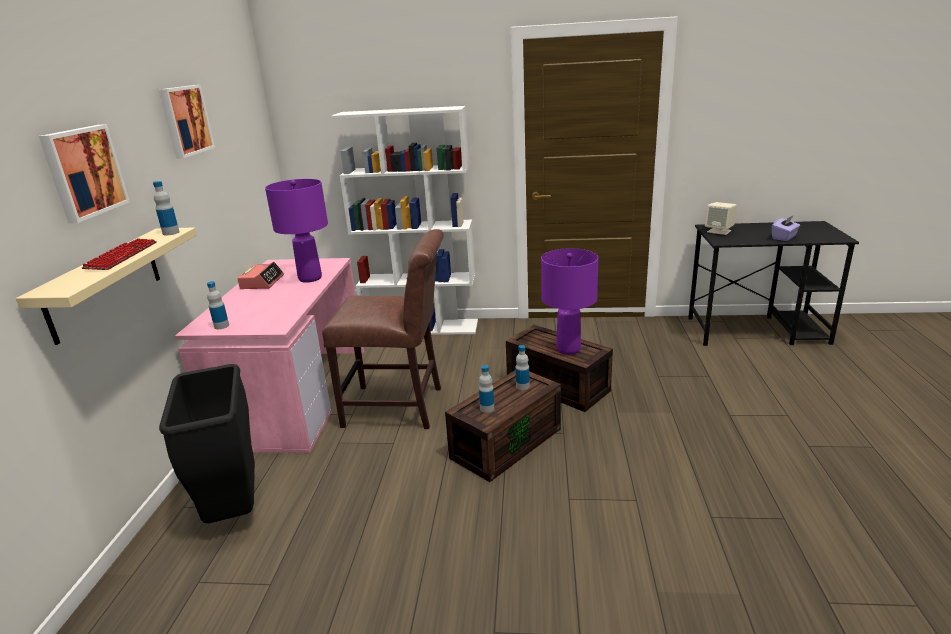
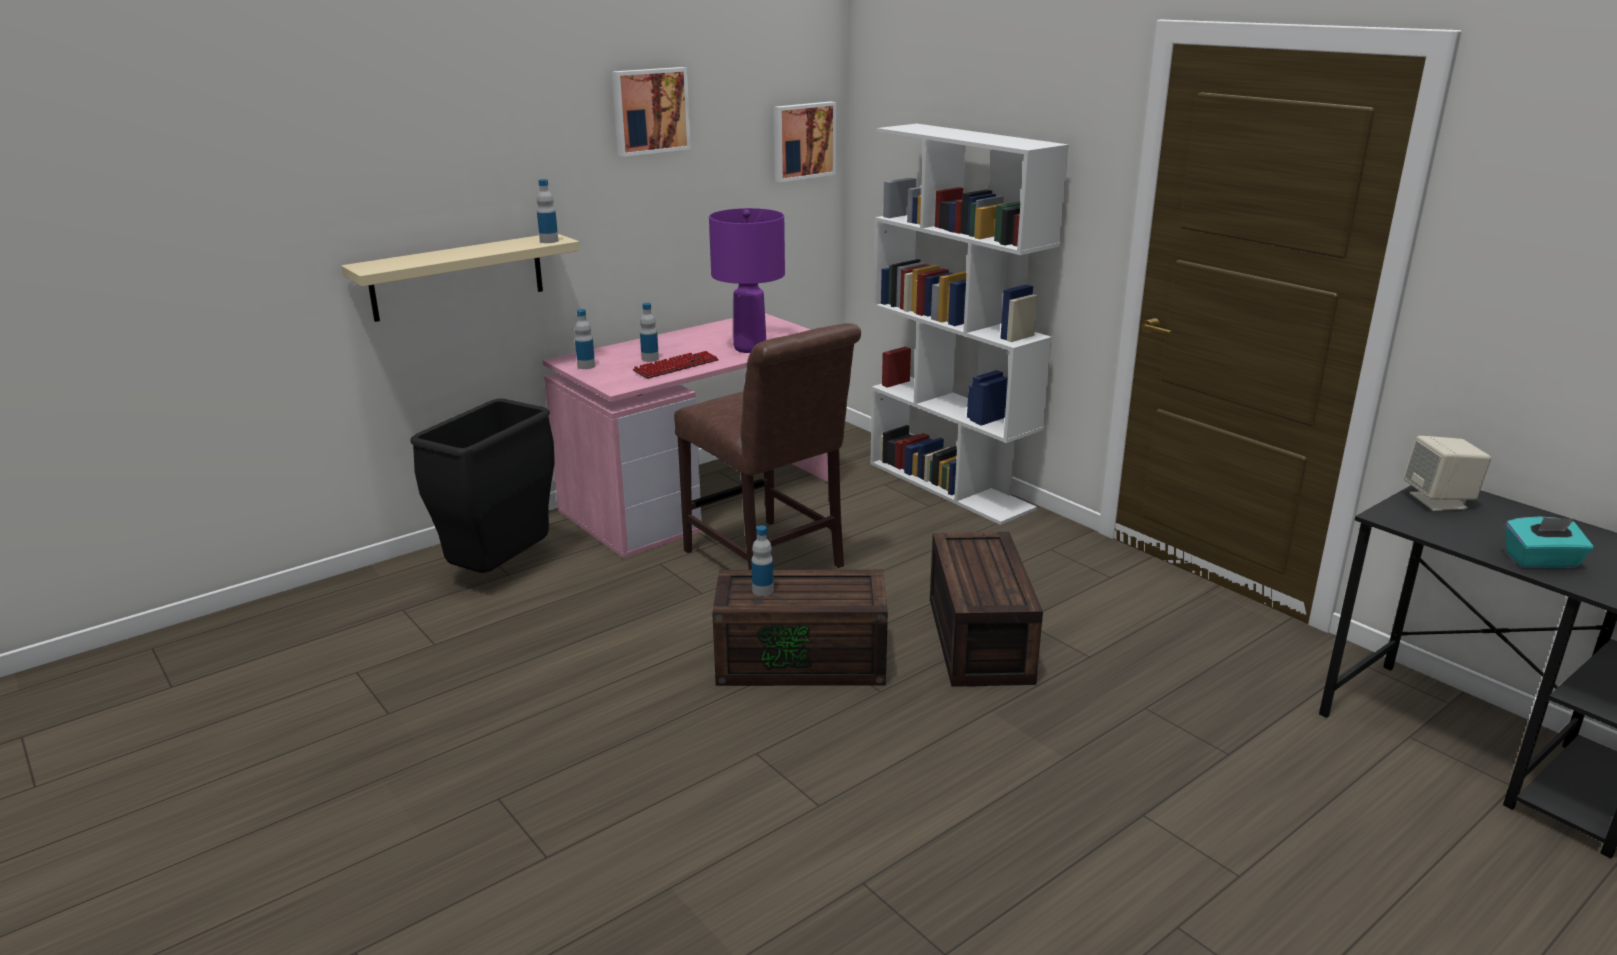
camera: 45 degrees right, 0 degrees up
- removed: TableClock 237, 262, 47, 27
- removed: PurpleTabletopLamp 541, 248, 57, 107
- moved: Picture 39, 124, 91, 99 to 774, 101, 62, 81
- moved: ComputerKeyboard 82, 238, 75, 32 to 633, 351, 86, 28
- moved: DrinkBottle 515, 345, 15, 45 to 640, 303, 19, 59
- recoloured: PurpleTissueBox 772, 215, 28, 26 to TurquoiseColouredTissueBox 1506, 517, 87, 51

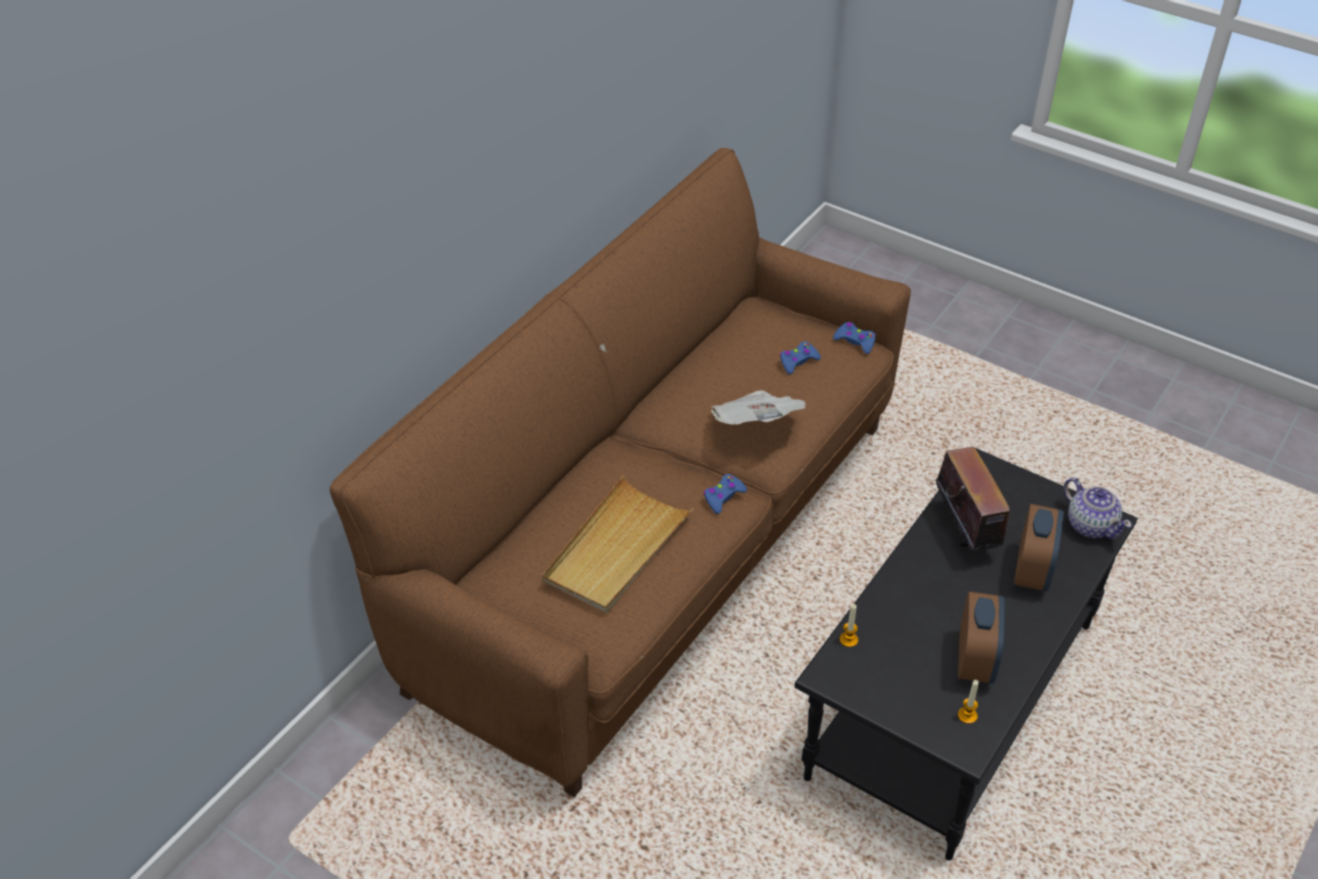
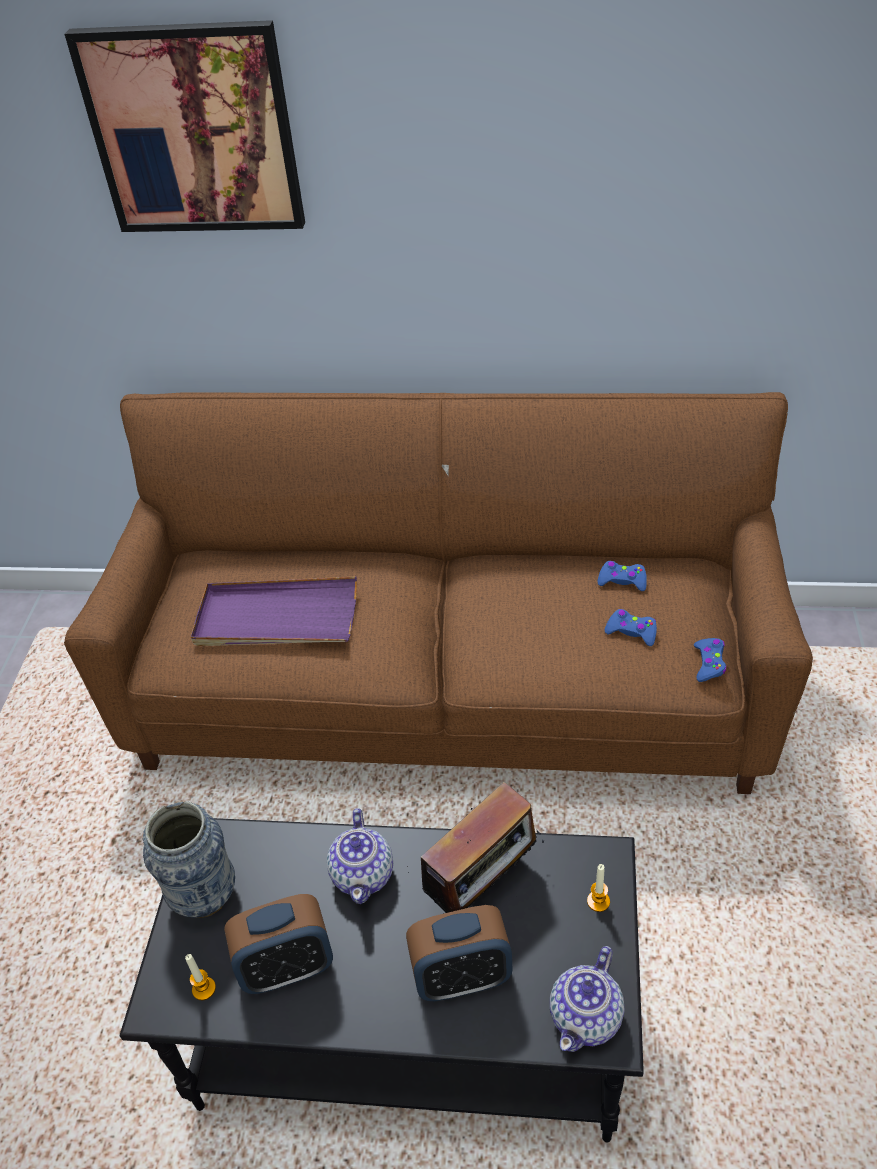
camera: 65 degrees right, 0 degrees up
- removed: DailyPaper 711, 390, 95, 35
- added: Picture 65, 20, 240, 212
- added: FlowerVase 143, 801, 92, 117
- added: PotForTea 327, 808, 66, 96
- moved: BlueColouredJoypad 704, 474, 43, 40 to 598, 561, 49, 30
- moved: WaxLight 840, 604, 18, 43 to 587, 864, 23, 48
- recoloured: BeigeColouredServingTray 542, 476, 152, 137 to PurpleServingTray 191, 576, 166, 70

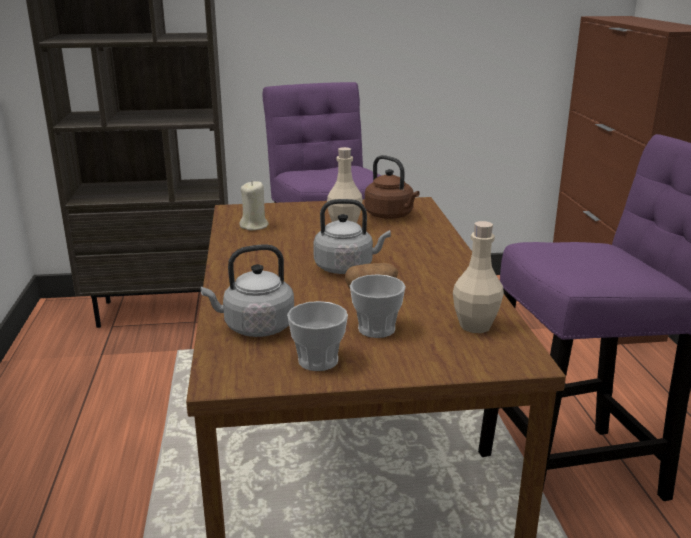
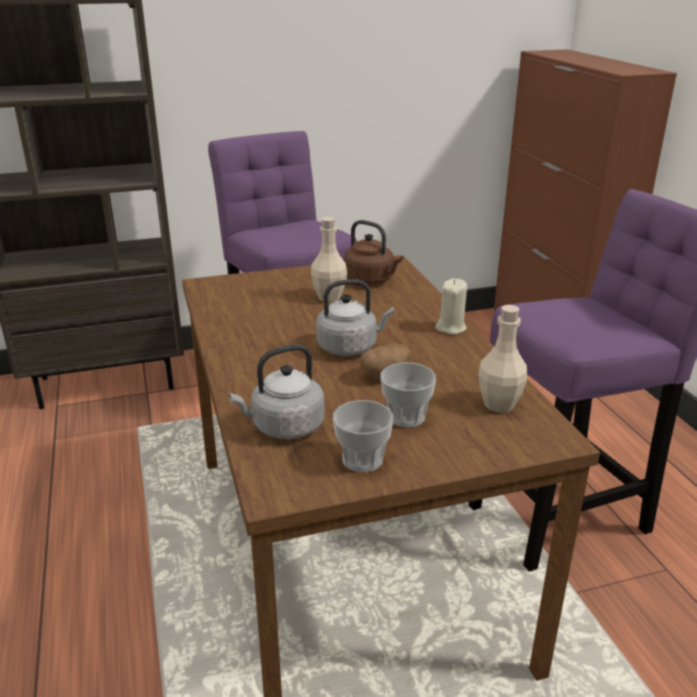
camera: 10 degrees left, 5 degrees up
- moved: BeigeColouredWaxLight 239, 181, 29, 49 to 435, 279, 32, 56

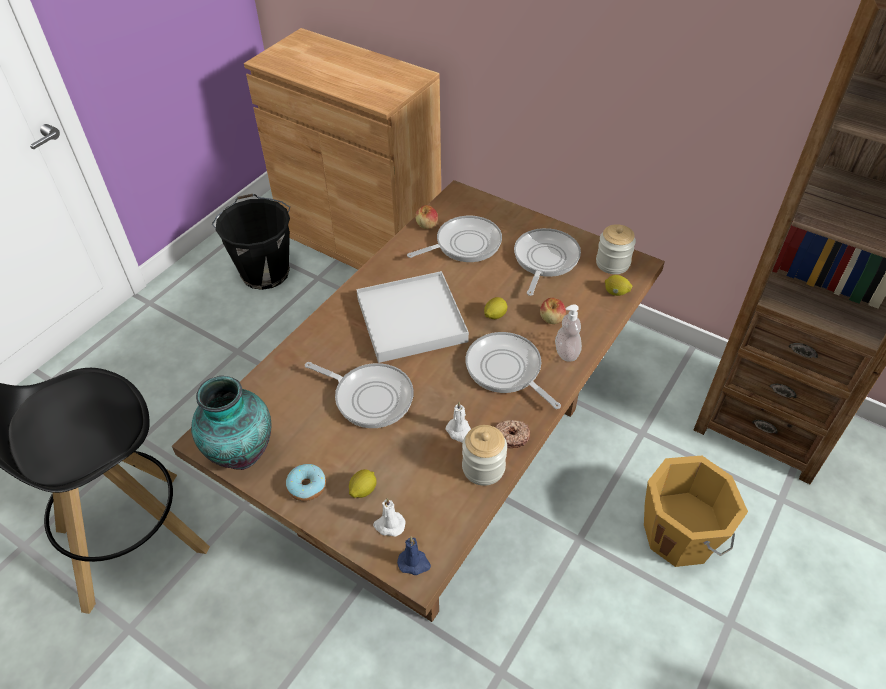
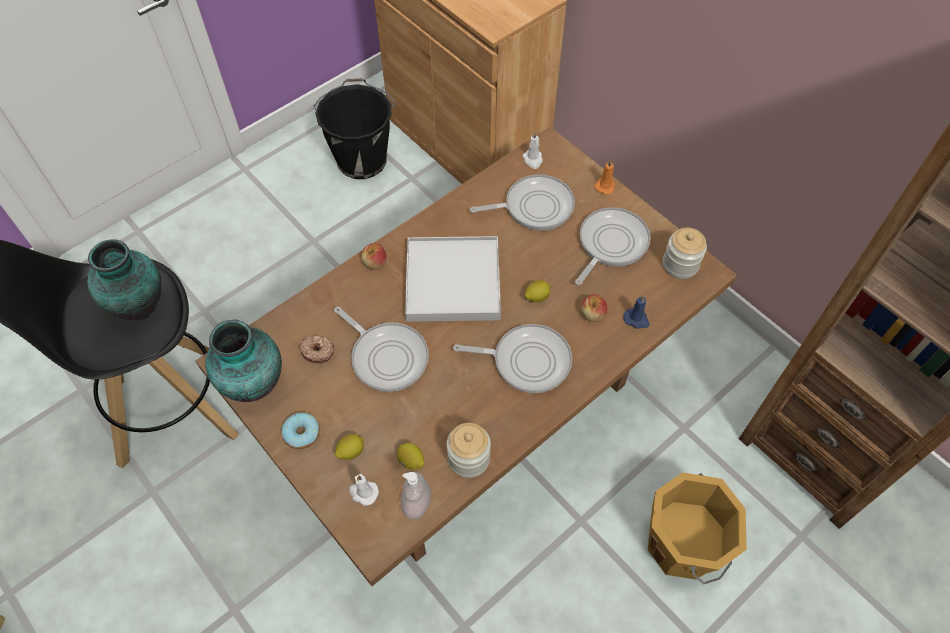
camera: 15 degrees right, 10 degrees up
- added: FlowerVase 87, 240, 74, 81
- added: OrangeyWaxLight 594, 159, 22, 36
- moved: BlueColouredWaxLight 397, 537, 34, 38 to 623, 295, 26, 34
- moved: WholeApple 415, 205, 23, 24 to 361, 243, 26, 27
- moved: WhiteColouredWaxLight 445, 402, 26, 41 to 522, 132, 21, 37
- moved: Doughnut 495, 420, 35, 28 to 299, 336, 35, 27
- moved: SoapBottle 555, 304, 27, 58 to 401, 472, 30, 48
- moved: WholeLemon 605, 275, 28, 21 to 397, 443, 28, 26
- turned: FryingPan 465, 332, 96, 77 = 453, 324, 119, 69 120 degrees clockwise

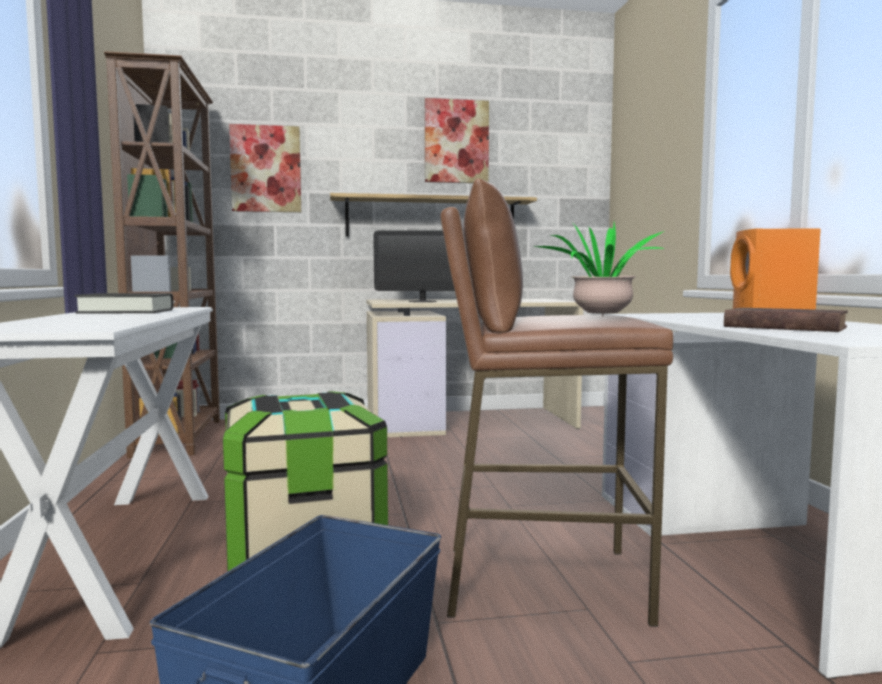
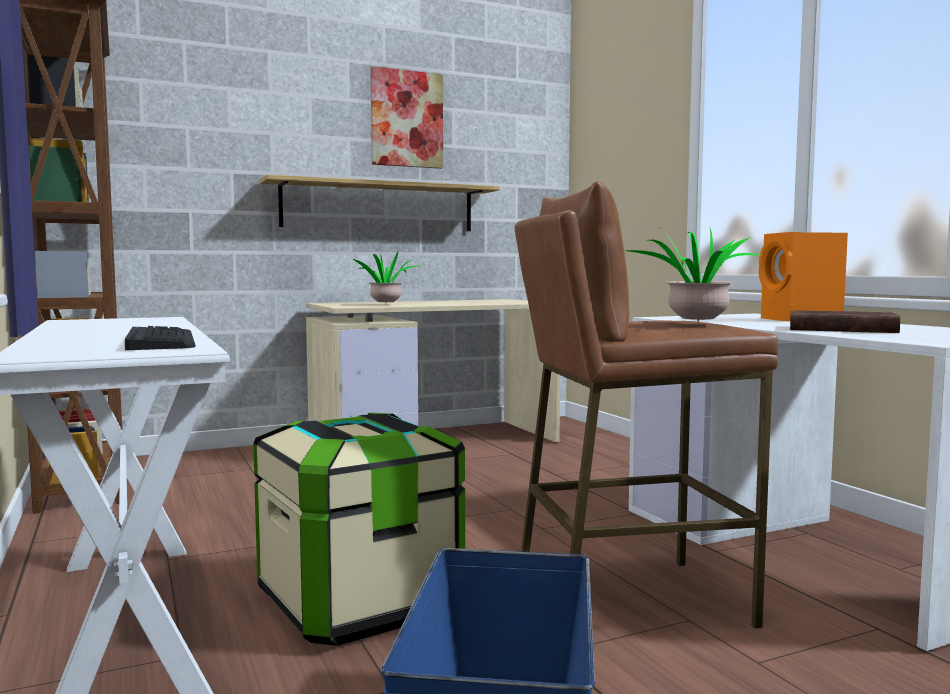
camera: 15 degrees left, 0 degrees up
- removed: BlackColouredBoundBook 74, 293, 99, 21
- removed: Picture 229, 124, 72, 88
- added: ComputerKeyboard 125, 326, 71, 24
- replaced: ComputerScreen 373, 230, 82, 72 to PottedPlant 354, 252, 64, 51

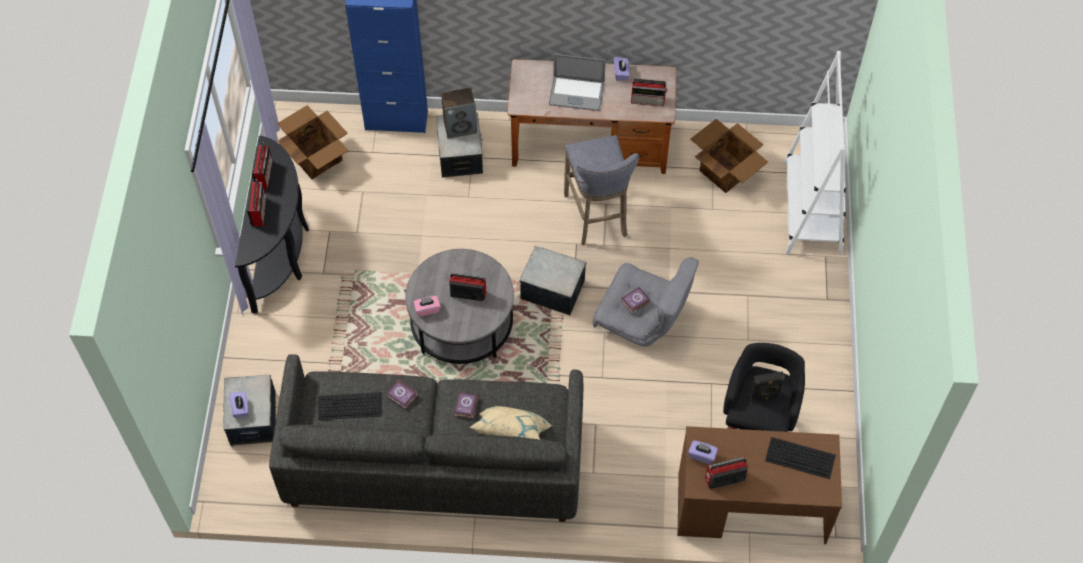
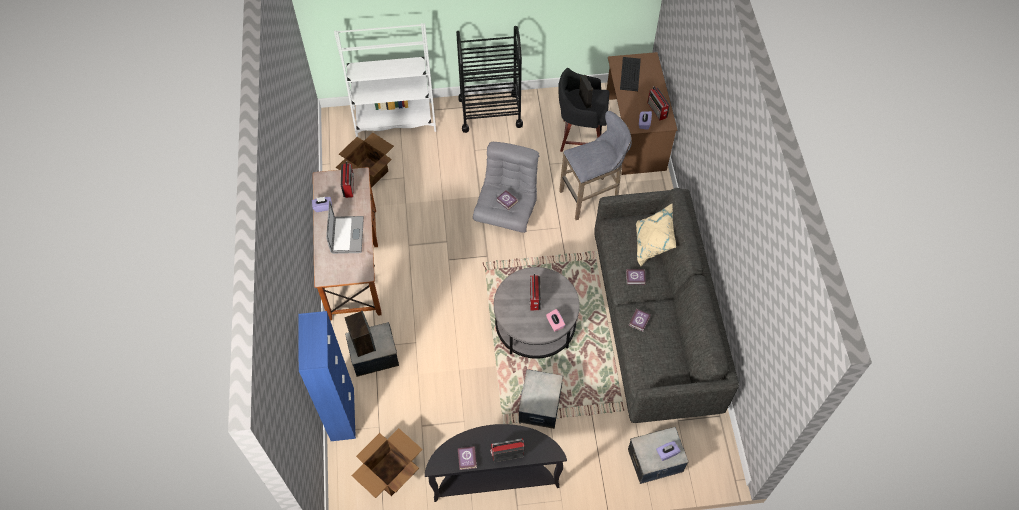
camera: 100 degrees left, 0 degrees up
- removed: ComputerKeyboard 318, 392, 64, 28
- added: BlackColouredCart 456, 26, 67, 107
- moved: StorageBox 520, 246, 66, 69 to 519, 369, 44, 60
- moved: GreyStoolSeat 564, 135, 75, 110 to 559, 111, 73, 109
- replaced: RadioSet 252, 142, 21, 47 to BoundBook 458, 446, 19, 24

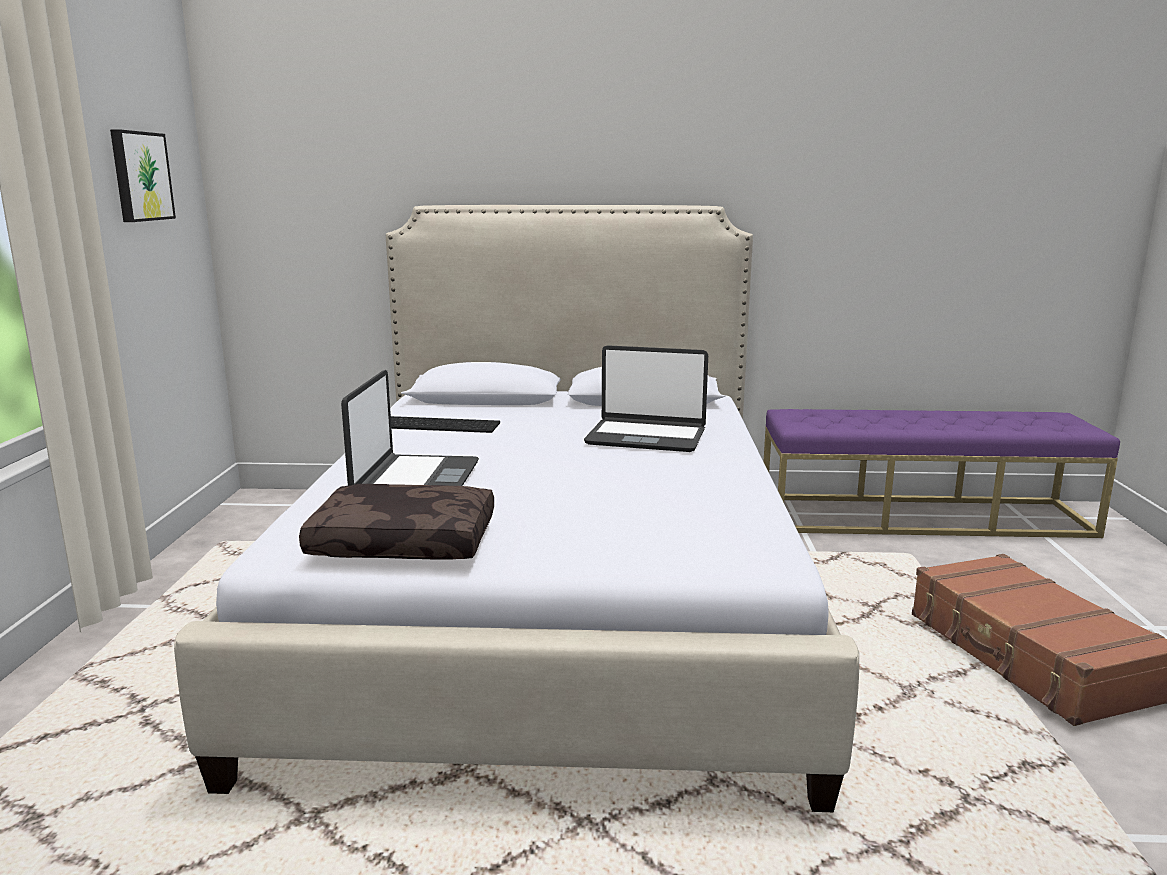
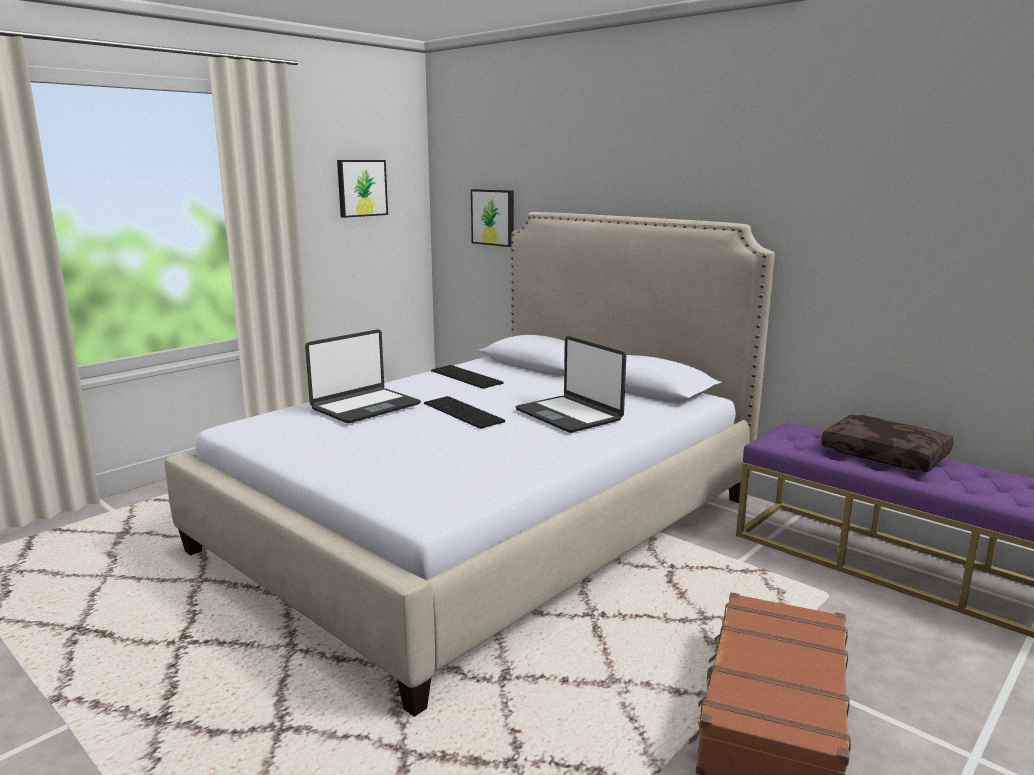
camera: 40 degrees right, 0 degrees up
- added: ComputerKeyboard 424, 396, 81, 33
- added: Picture 471, 189, 43, 58
- moved: BrownColouredPillow 299, 484, 195, 76 to 821, 415, 133, 57

